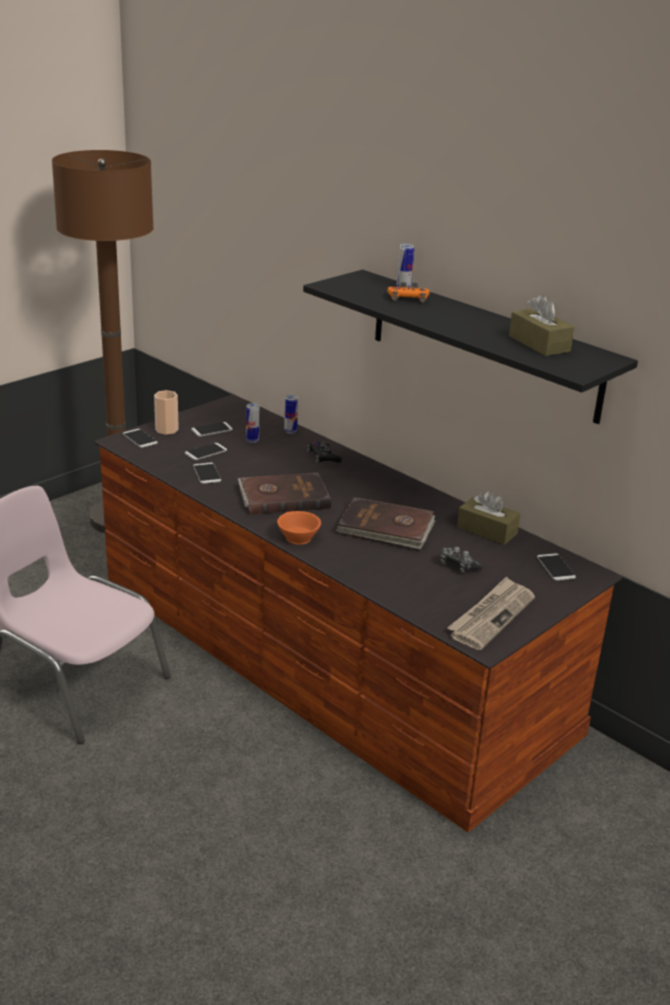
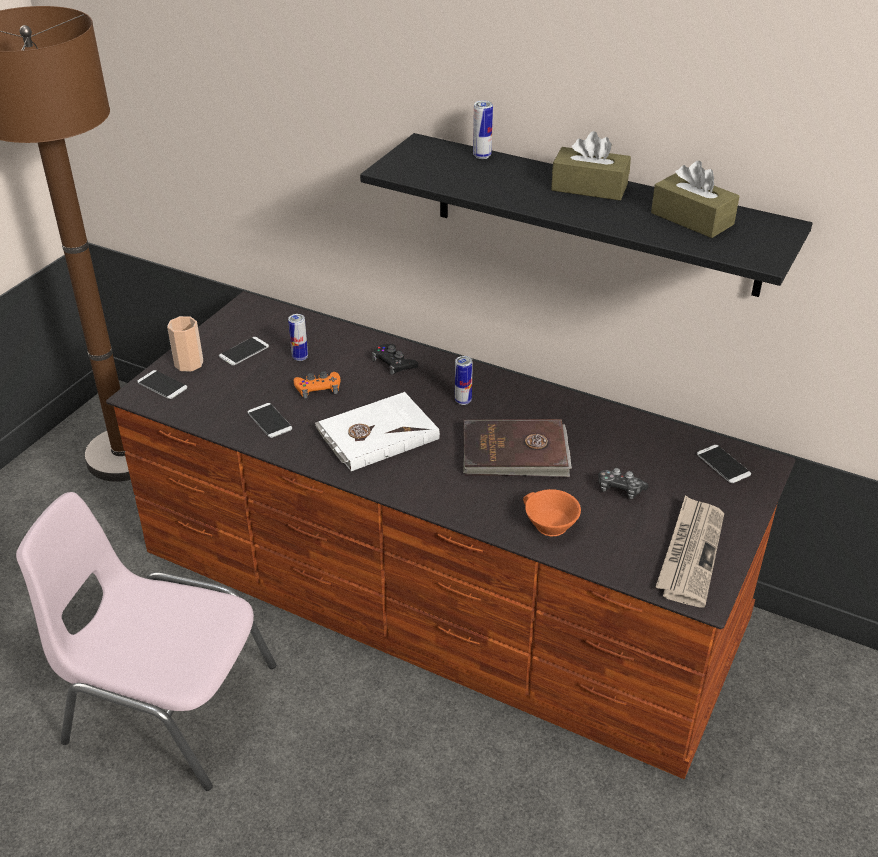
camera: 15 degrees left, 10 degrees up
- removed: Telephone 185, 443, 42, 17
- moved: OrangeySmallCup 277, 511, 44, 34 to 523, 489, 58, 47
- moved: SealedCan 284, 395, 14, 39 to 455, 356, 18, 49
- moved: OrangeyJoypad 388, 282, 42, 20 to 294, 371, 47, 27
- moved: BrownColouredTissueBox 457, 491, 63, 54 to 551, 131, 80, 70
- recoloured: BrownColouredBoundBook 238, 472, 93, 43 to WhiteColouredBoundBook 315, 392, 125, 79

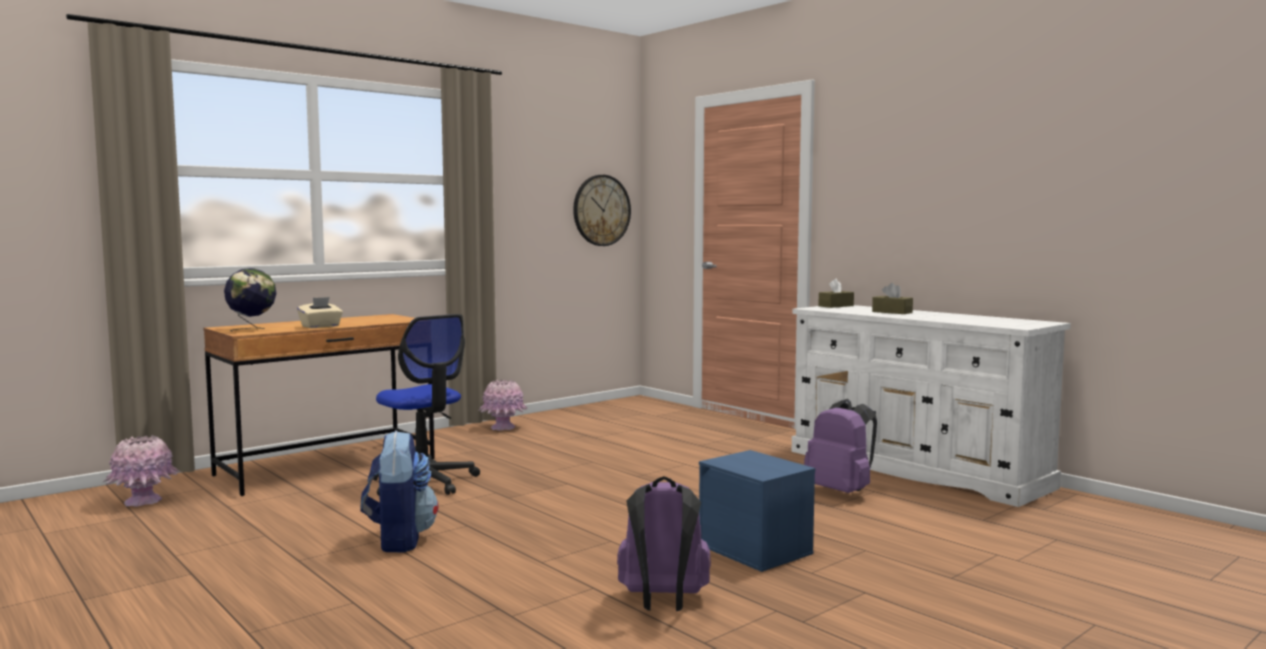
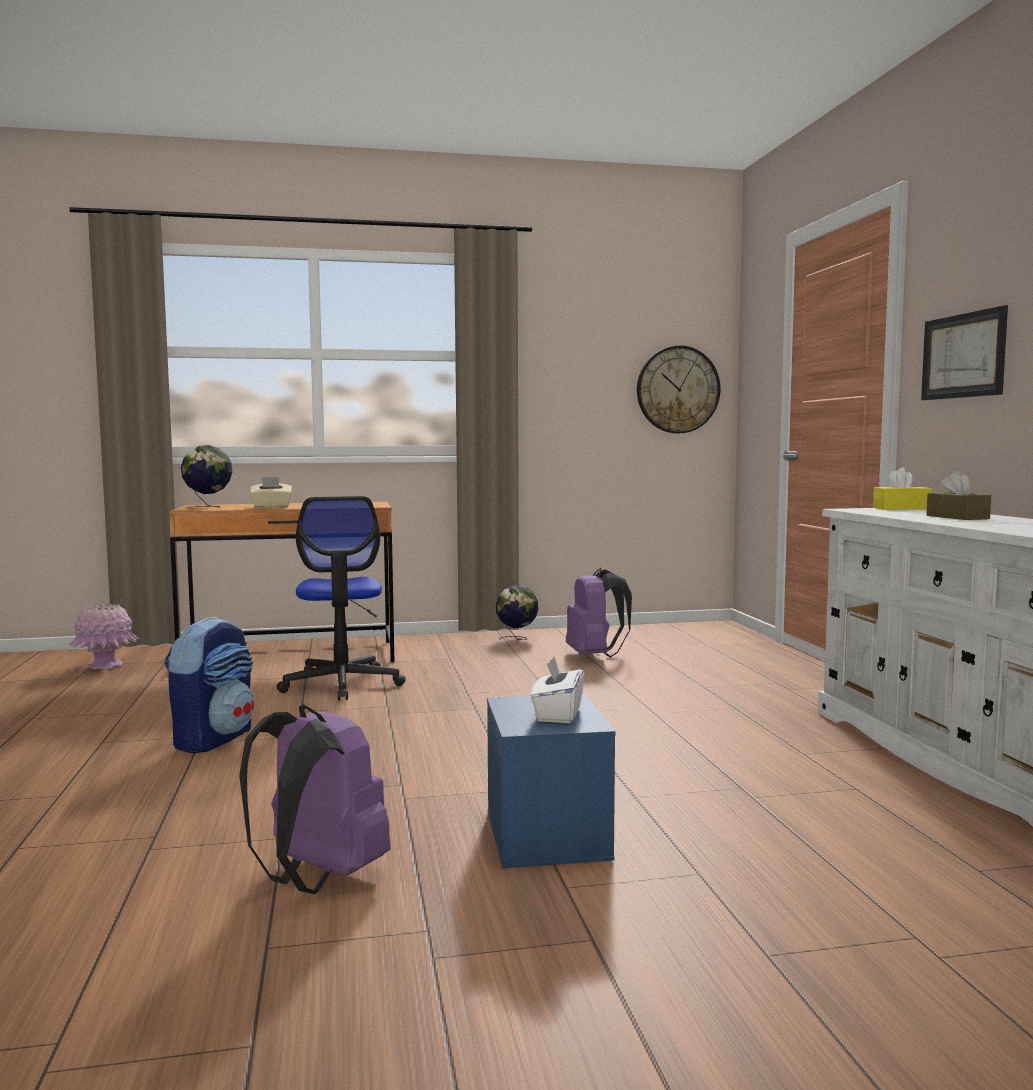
camera: 30 degrees right, 0 degrees up
- added: WhiteColouredTissueBox 530, 657, 54, 66
- added: Picture 921, 305, 87, 95
- moved: PurpleRucksack 804, 399, 73, 94 to 566, 568, 66, 90
- replaced: PinkColouredFlowerVase 478, 380, 50, 51 to WorldGlobe 496, 585, 42, 55
- recoloured: BrownColouredTissueBox 818, 279, 36, 29 to YellowTissueBox 873, 467, 59, 43

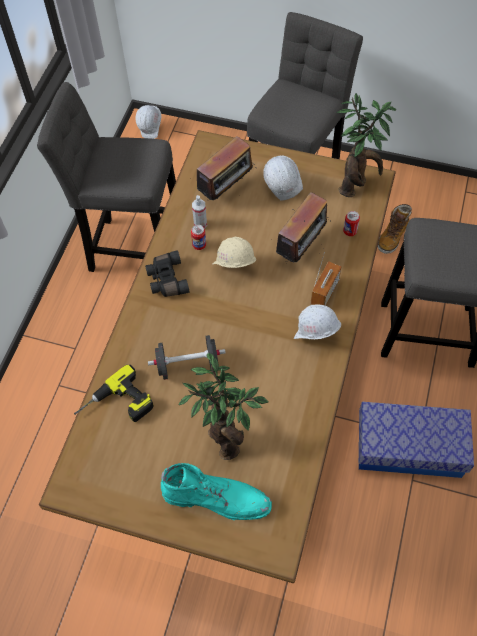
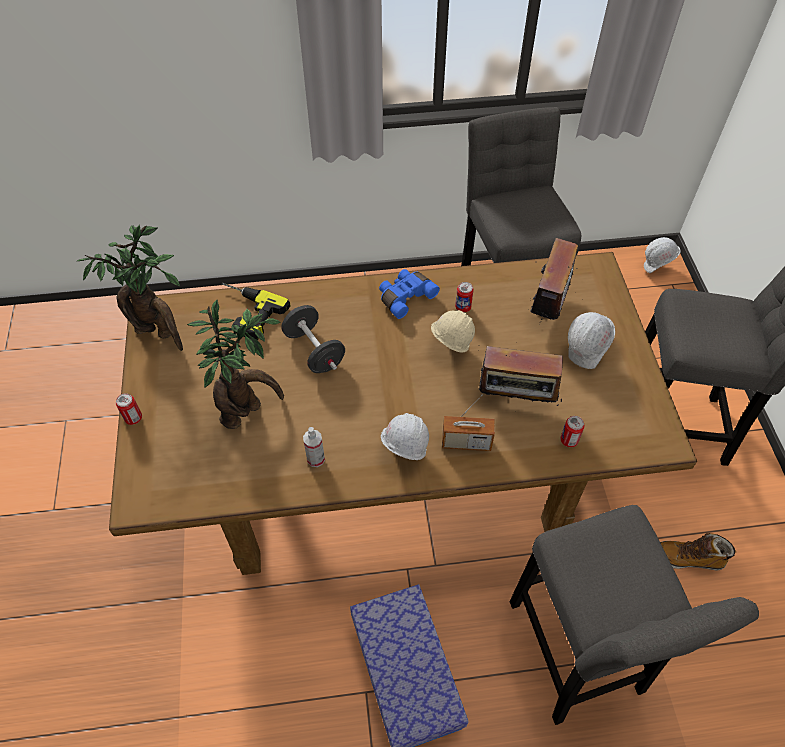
camera: 65 degrees right, 5 degrees down
- removed: TurquoiseColouredTallBoot 161, 463, 111, 57
- added: SealedCan 116, 393, 26, 32
- moved: Sprayer 192, 195, 15, 34 to 303, 427, 22, 40
- moved: PottedPlant 336, 93, 60, 104 to 77, 225, 106, 126
- recoloured: BlackColouredBinoculars 145, 250, 45, 47 to BlueColouredBinoculars 379, 269, 61, 50
- turned: RadioSet 197, 136, 59, 64 = 530, 238, 48, 87 90 degrees counterclockwise

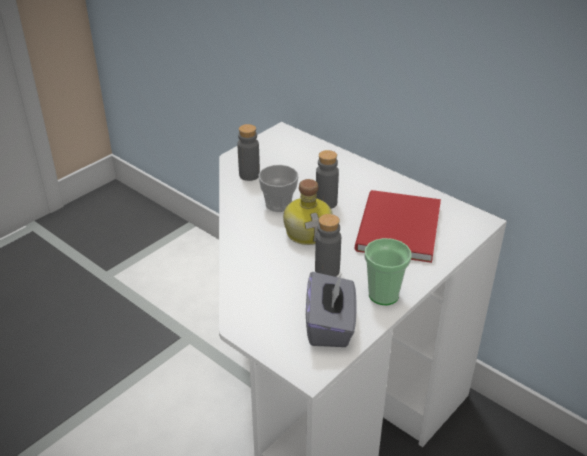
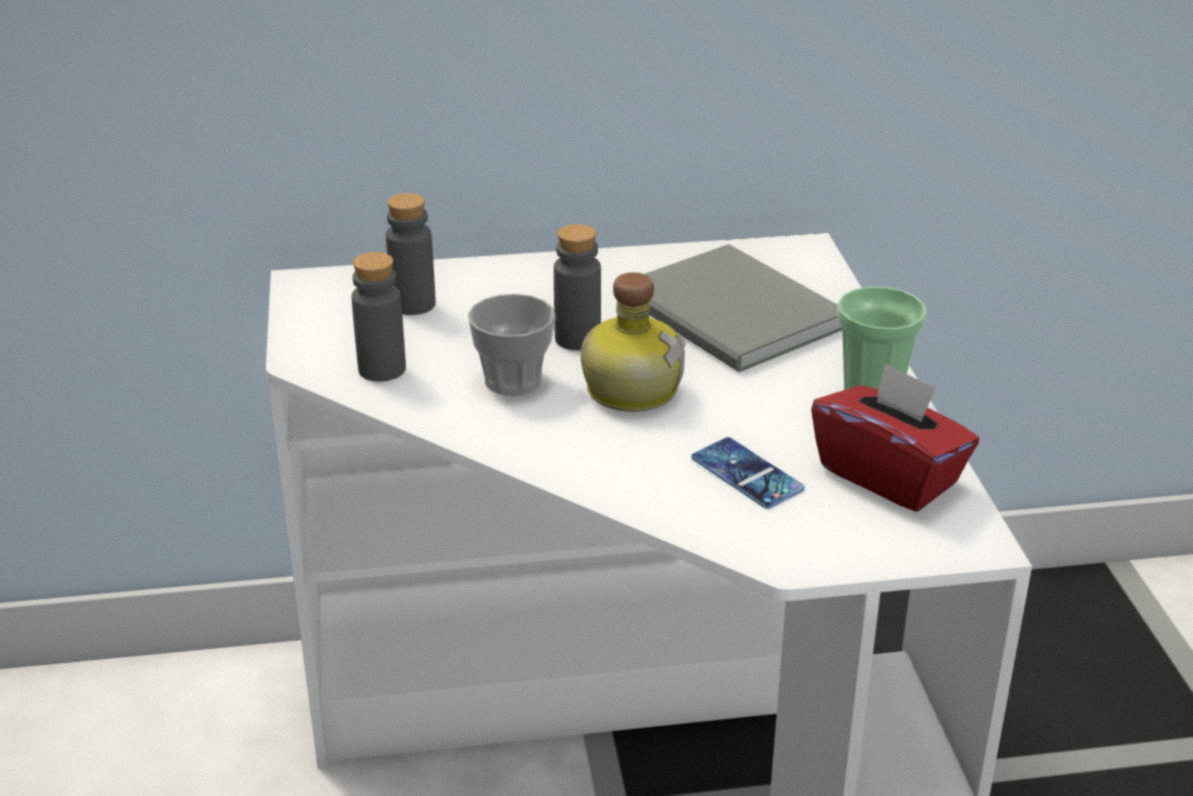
camera: 50 degrees left, 5 degrees down
- added: Telephone 691, 437, 114, 72
- moved: GreyDrinkBottle 315, 214, 26, 63 to 386, 193, 50, 122
- recoloured: GreyTissueBox 306, 272, 51, 75 to RedColouredTissueBox 811, 362, 168, 150
- recoloured: RedColouredBoundBook 355, 190, 86, 73 to GreyBoundBook 645, 244, 197, 128

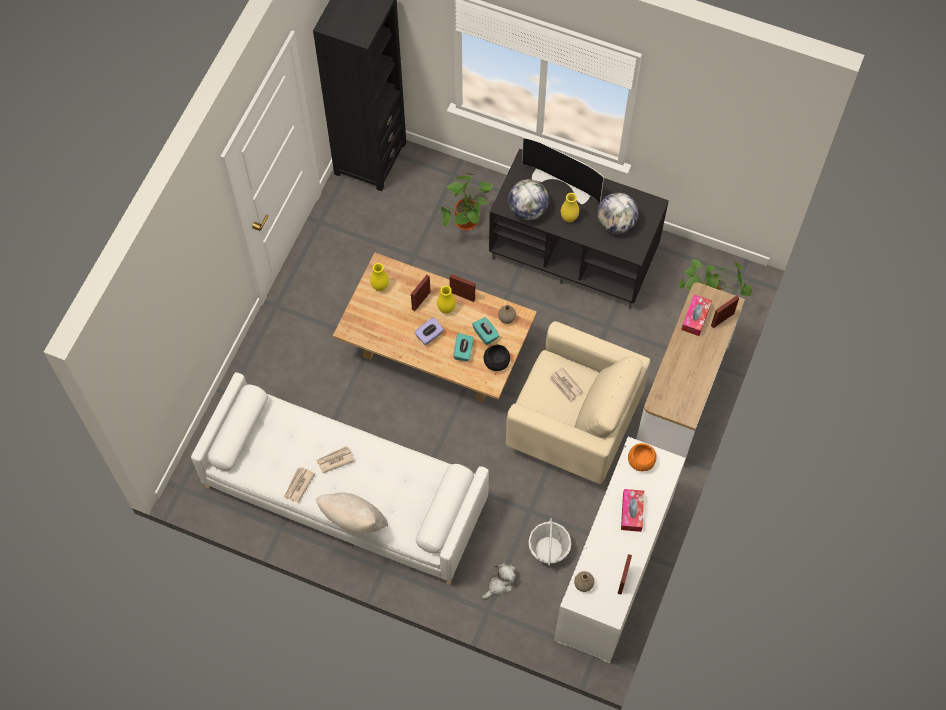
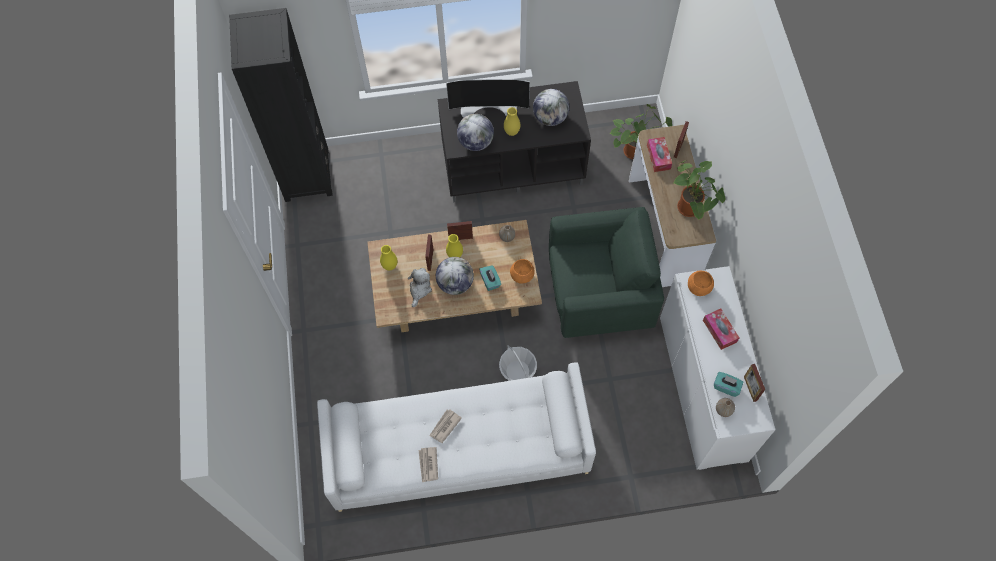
camera: 30 degrees left, 0 degrees up
- removed: BeigeColouredPillow 316, 493, 72, 40
- removed: DailyPaper 549, 367, 34, 35
- moved: PottedPlant 441, 173, 52, 57 to 674, 160, 51, 60
- moved: TurquoiseColouredTissueBox 472, 317, 27, 28 to 714, 372, 29, 25
- moved: CuddlyToy 482, 562, 34, 37 to 408, 268, 24, 39
- moved: StorageBasket 529, 518, 42, 48 to 499, 345, 38, 36
- replaced: PurpleTissueBox 414, 317, 30, 28 to WorldGlobe 436, 257, 38, 38
- recoloured: BlackColouredServingBowl 484, 345, 26, 26 to OrangeyServingBowl 510, 259, 25, 25
- recoloured: BeigeColouredLoungeChair 506, 321, 144, 163 to GreenColouredLoungeChair 549, 207, 115, 131

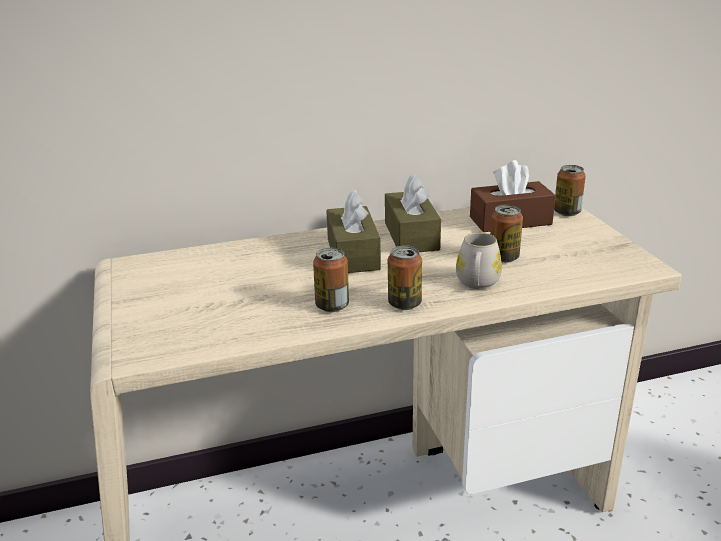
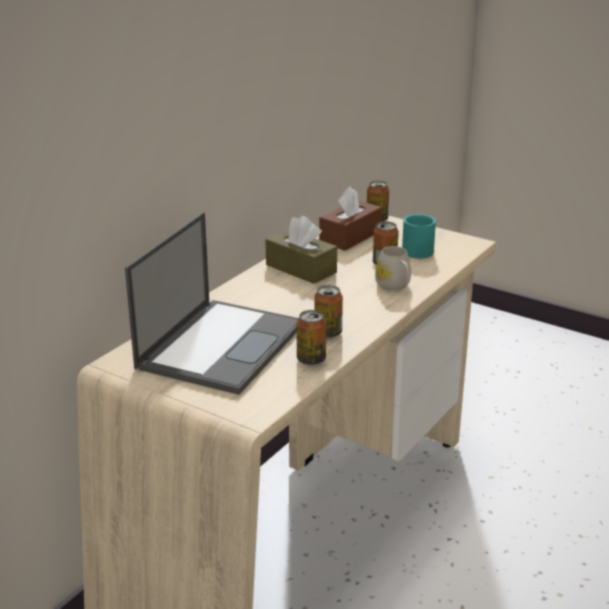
camera: 40 degrees left, 0 degrees up
- removed: BrownColouredTissueBox 326, 190, 55, 83
- added: PortableComputer 125, 212, 173, 183
- added: TurquoiseColouredCoffeeMug 402, 214, 34, 44
- moved: SealedCan 388, 245, 34, 65 to 297, 310, 29, 56

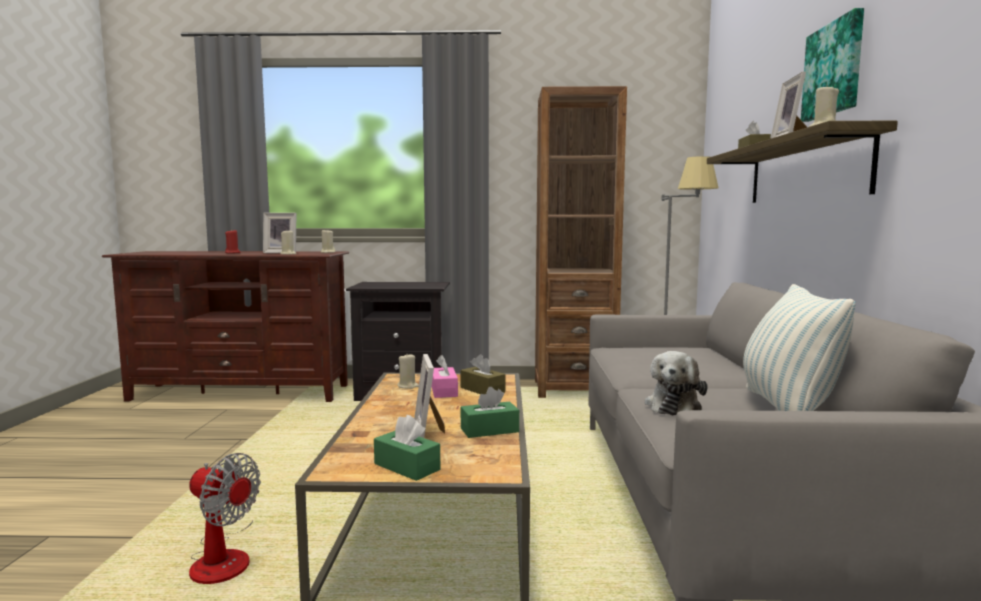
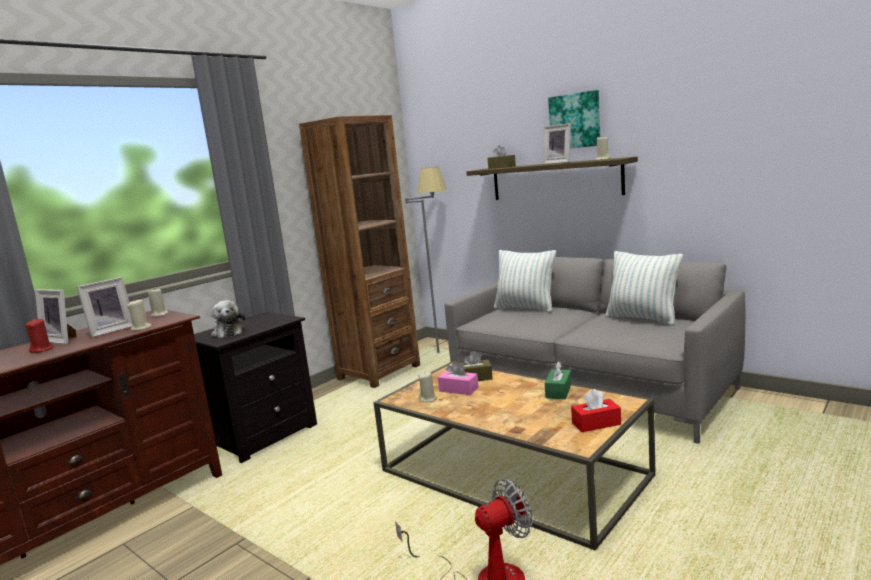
camera: 50 degrees left, 5 degrees up
- added: Pillow 494, 250, 62, 63
- moved: PhotoFrame 414, 354, 31, 84 to 35, 289, 41, 55
- moved: CuddlyToy 645, 351, 62, 65 to 211, 300, 34, 38
- recoloured: GreenColouredTissueBox 374, 415, 66, 66 to RedColouredTissueBox 571, 389, 50, 43

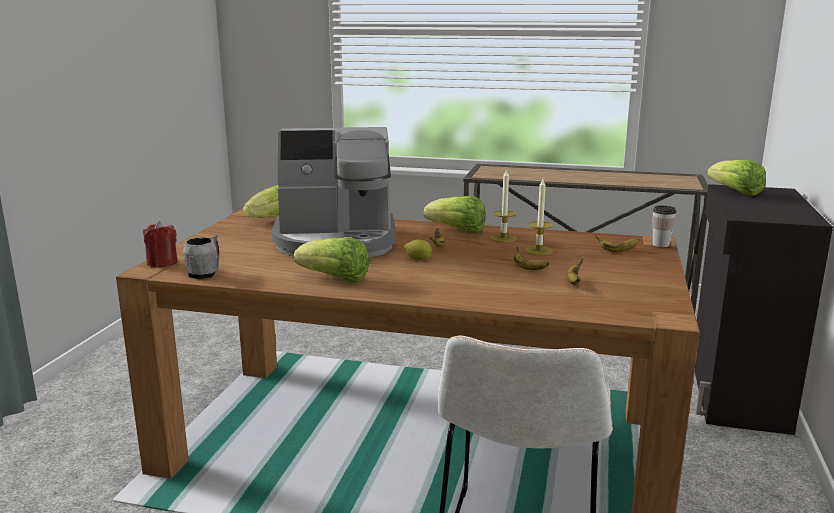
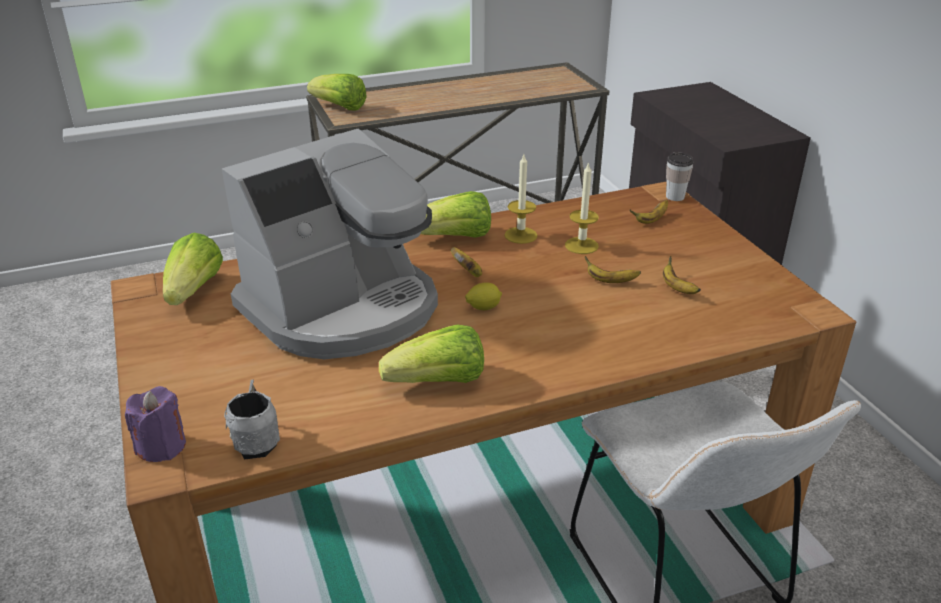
camera: 35 degrees left, 15 degrees up
- moved: Lettuce 707, 160, 59, 36 to 307, 74, 60, 37
- recoloured: RedColouredWaxLight 143, 221, 35, 47 to PurpleWaxLight 125, 386, 61, 76

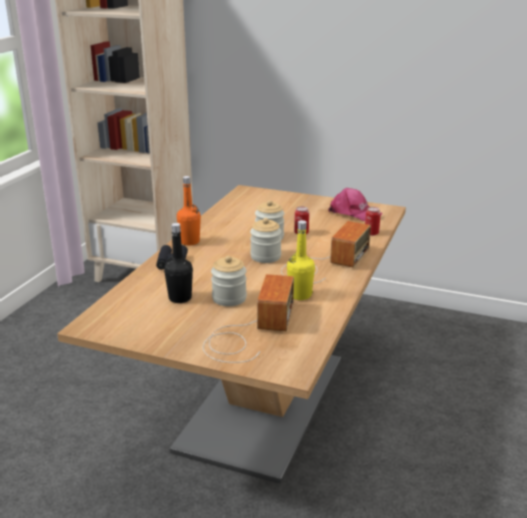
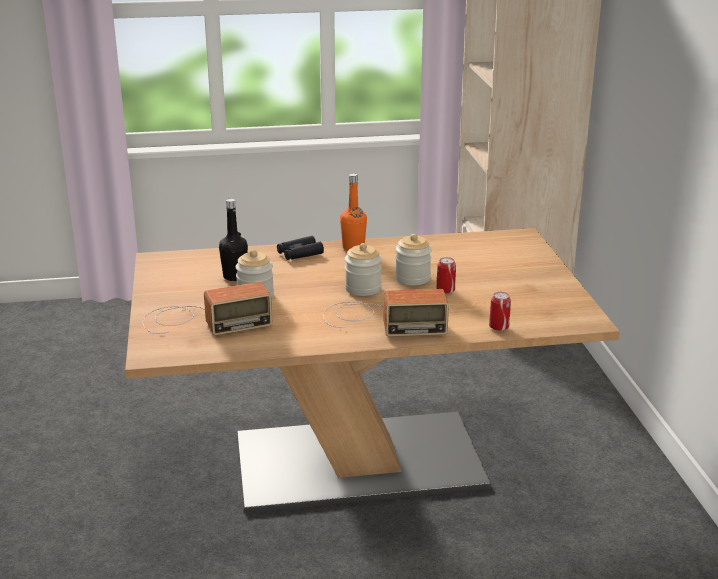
camera: 60 degrees right, 0 degrees up
- removed: YellowDrinkBottle 287, 220, 28, 80
- removed: PinkColouredBaseballCap 328, 188, 55, 33

